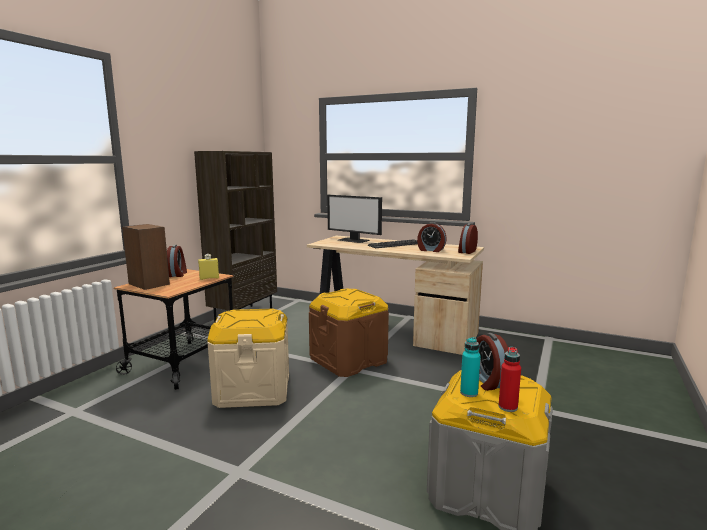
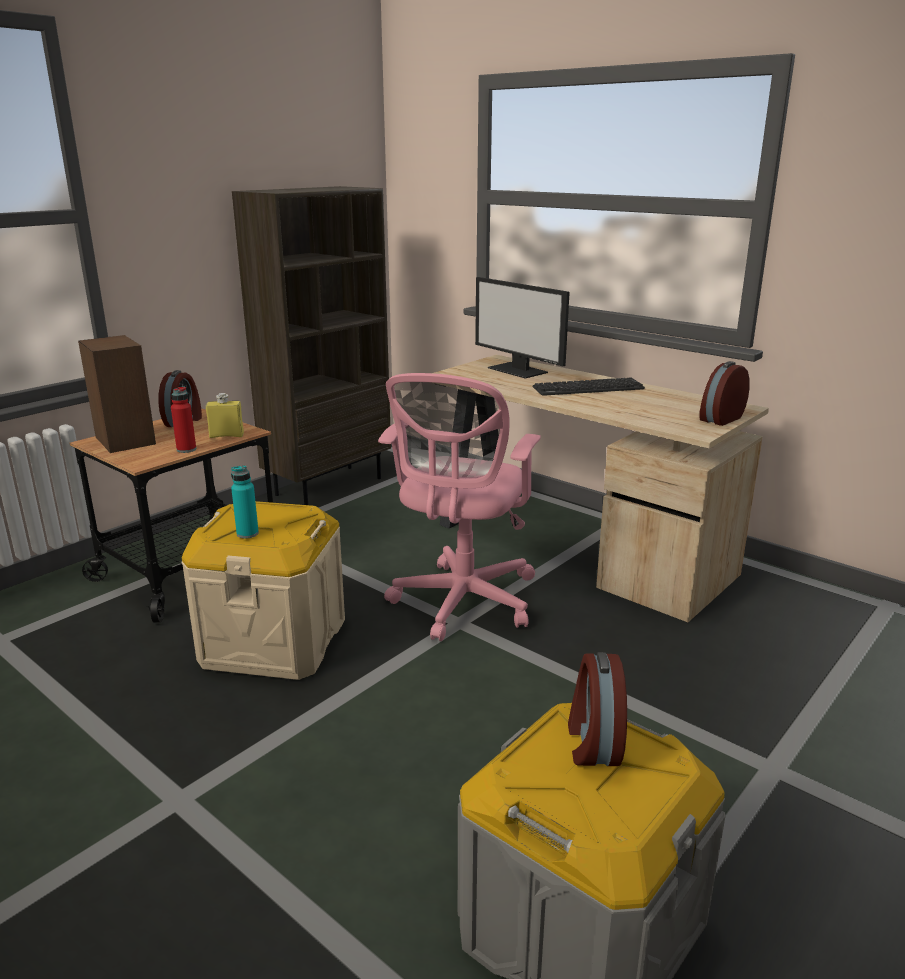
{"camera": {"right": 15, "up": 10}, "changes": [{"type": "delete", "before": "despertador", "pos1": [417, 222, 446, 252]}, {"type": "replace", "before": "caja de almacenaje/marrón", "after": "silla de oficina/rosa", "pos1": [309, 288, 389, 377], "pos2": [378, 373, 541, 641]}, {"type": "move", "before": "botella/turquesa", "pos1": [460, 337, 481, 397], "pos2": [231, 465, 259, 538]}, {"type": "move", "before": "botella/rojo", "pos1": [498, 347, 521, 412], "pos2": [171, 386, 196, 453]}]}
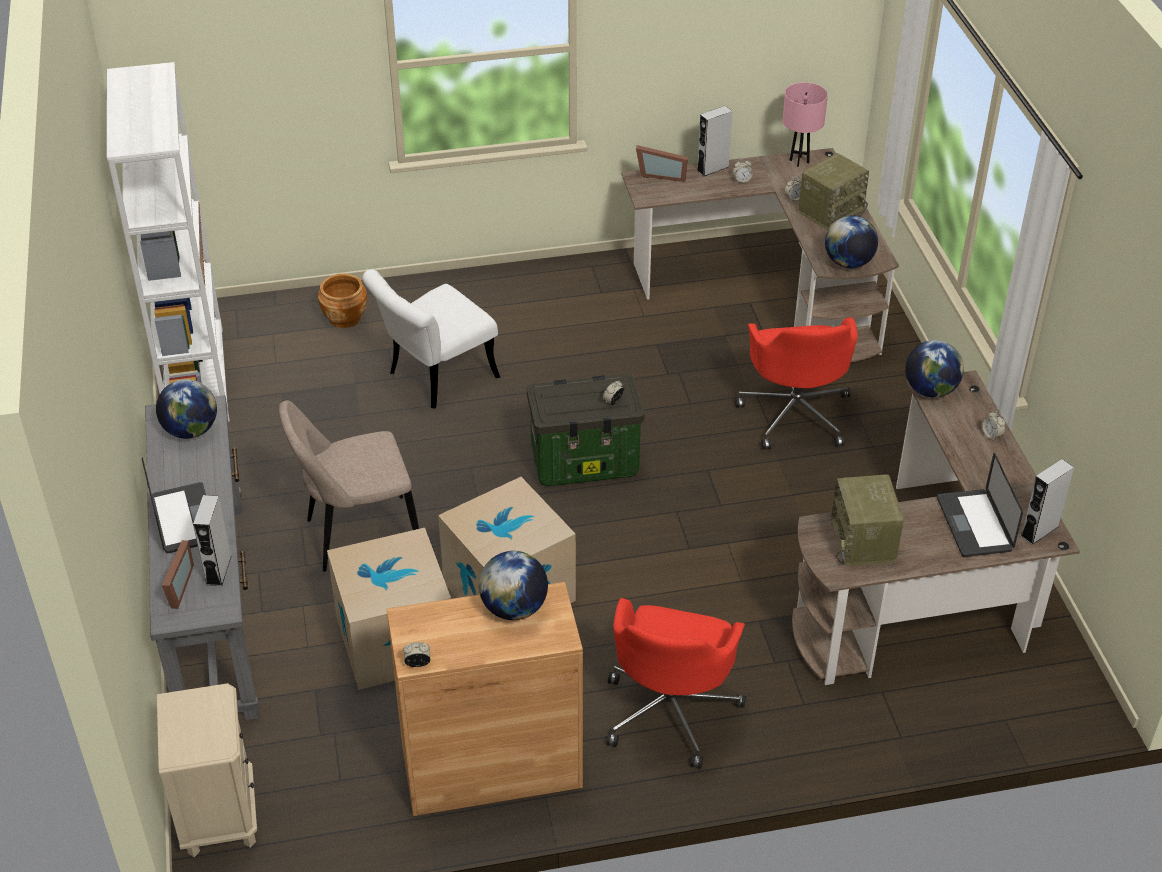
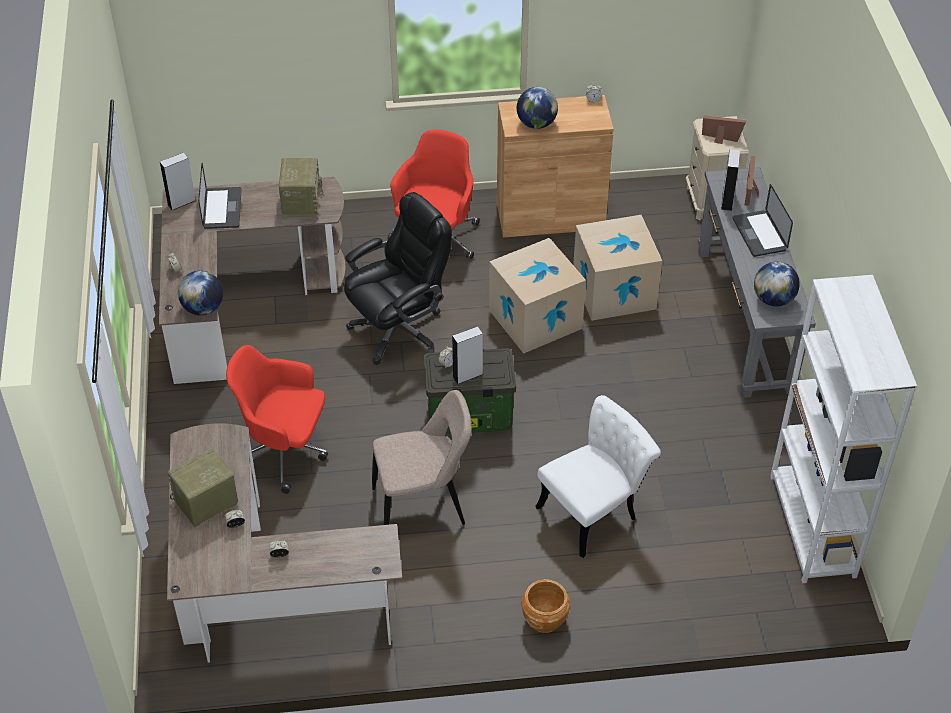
{"camera": {"right": -175, "up": 5}, "changes": [{"type": "delete", "before": "lámpara de mesa/rosa", "pos1": [783, 82, 828, 167]}, {"type": "move", "before": "altavoz/gris", "pos1": [697, 106, 733, 176], "pos2": [452, 326, 483, 385]}, {"type": "move", "before": "portarretratos", "pos1": [636, 145, 688, 182], "pos2": [702, 116, 747, 144]}, {"type": "delete", "before": "globo terráqueo", "pos1": [825, 215, 878, 268]}, {"type": "move", "before": "maceta/marrón", "pos1": [318, 274, 367, 328], "pos2": [521, 579, 570, 633]}, {"type": "rotate", "before": "silla de oficina/rojo", "pos1": [735, 317, 858, 449], "pos2": [226, 345, 328, 494], "turn": -75}, {"type": "move", "before": "silla/beis", "pos1": [279, 400, 419, 572], "pos2": [372, 390, 472, 525]}, {"type": "insert", "after": "silla de oficina/negro", "pos2": [344, 192, 452, 365]}]}
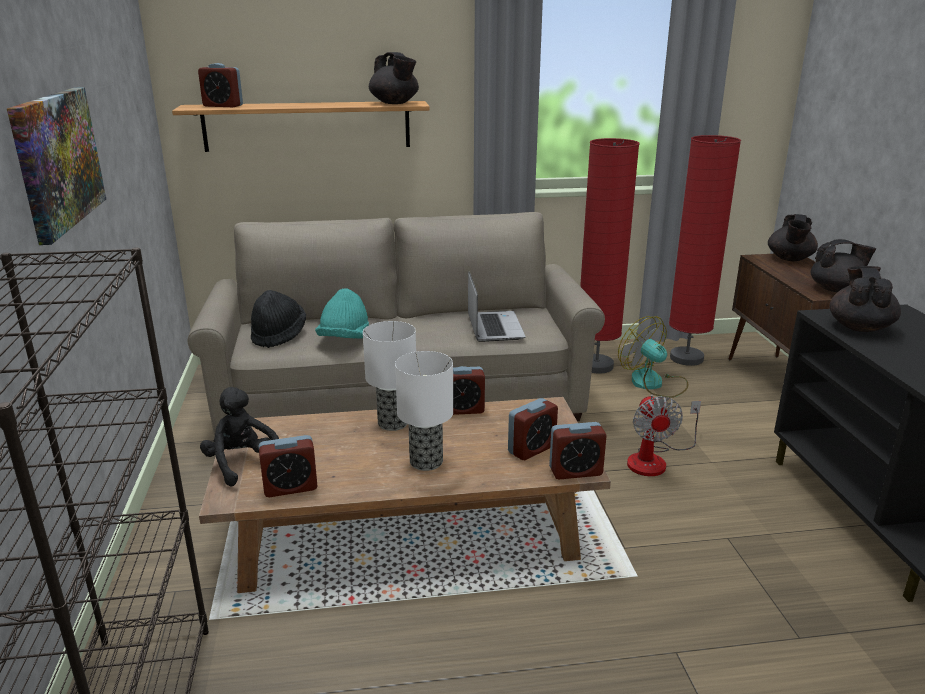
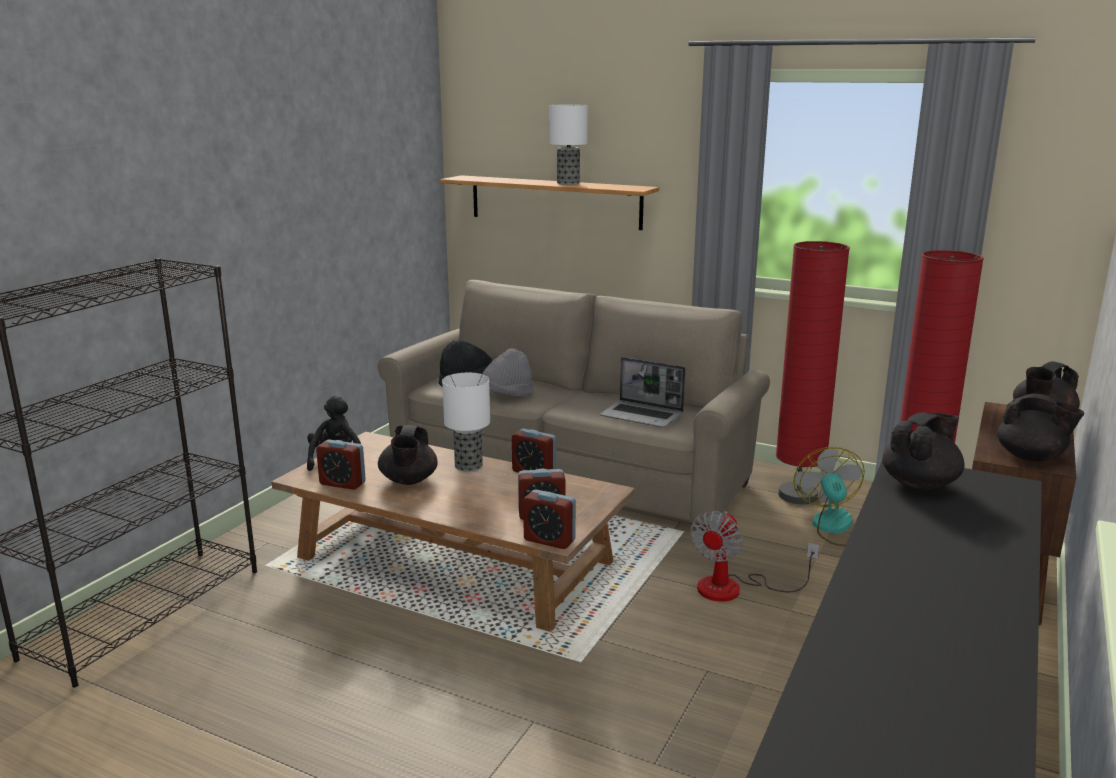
{"camera": {"right": 35, "up": -5}, "changes": [{"type": "move", "before": "tetera/negro", "pos1": [369, 52, 419, 104], "pos2": [378, 425, 438, 485]}, {"type": "delete", "before": "despertador", "pos1": [198, 63, 243, 107]}, {"type": "delete", "before": "cuadro", "pos1": [7, 87, 106, 245]}, {"type": "rotate", "before": "portátil", "pos1": [468, 272, 526, 342], "pos2": [600, 357, 686, 428], "turn": 90}, {"type": "recolor", "before": "sombrero/turquesa", "after": "sombrero/gris", "pos1": [315, 288, 369, 339], "pos2": [483, 349, 534, 397]}, {"type": "move", "before": "lámpara de mesa", "pos1": [395, 351, 453, 471], "pos2": [550, 105, 588, 185]}]}
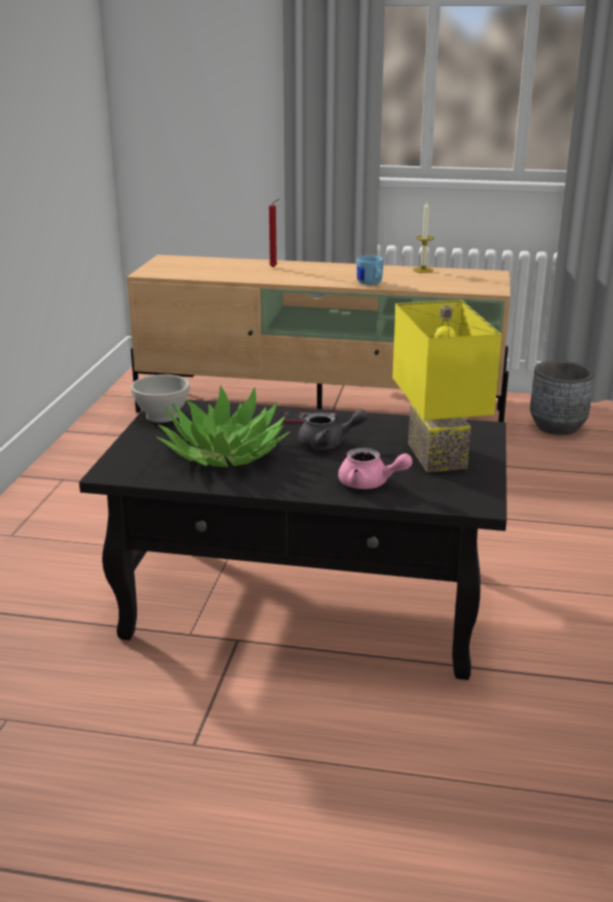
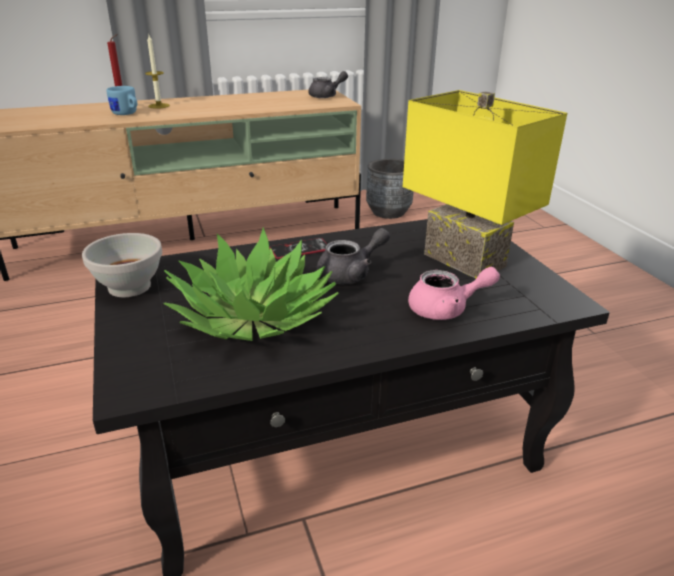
{"camera": {"right": -30, "up": 5}, "changes": [{"type": "move", "before": "vela", "pos1": [413, 202, 434, 273], "pos2": [145, 35, 170, 109]}, {"type": "move", "before": "taza grande/azul", "pos1": [357, 255, 384, 285], "pos2": [106, 86, 137, 115]}, {"type": "insert", "after": "tetera/gris", "pos2": [308, 71, 348, 98]}]}
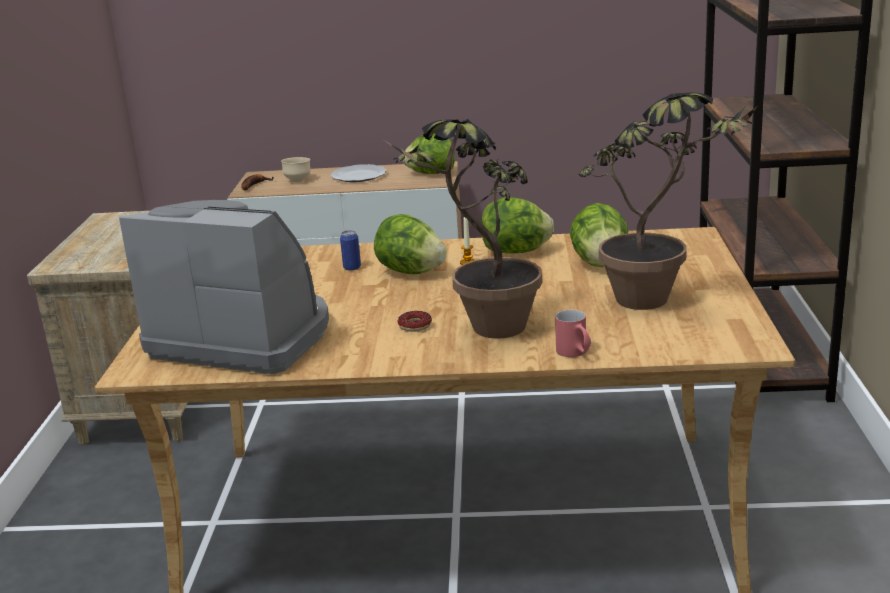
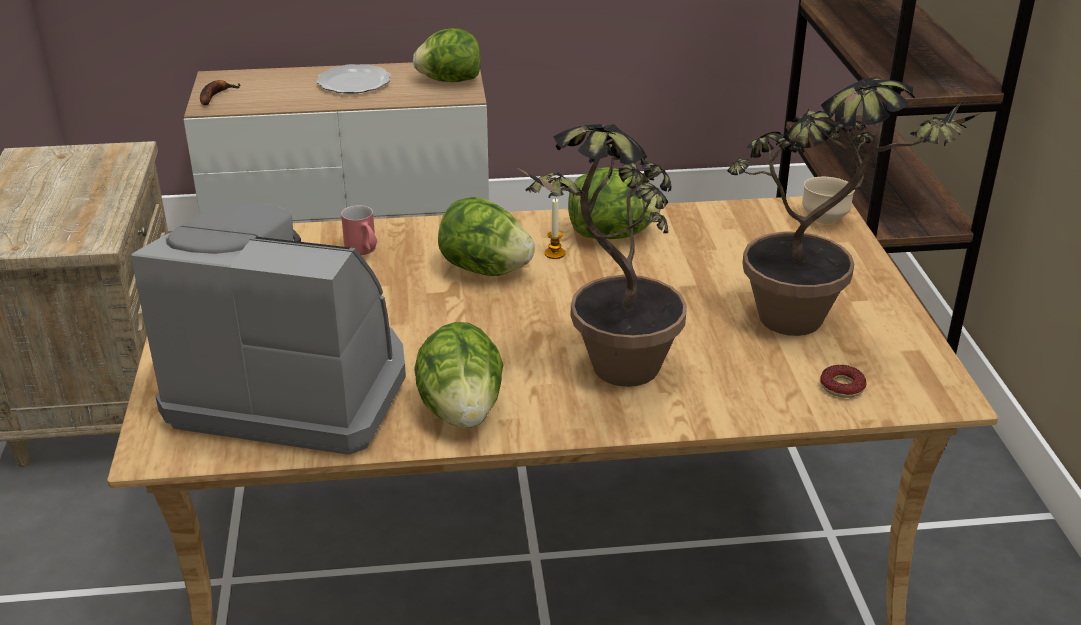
{"camera": {"right": -10, "up": 10}, "changes": [{"type": "move", "before": "cuenco/beis", "pos1": [281, 157, 310, 182], "pos2": [802, 177, 855, 224]}, {"type": "move", "before": "lechuga", "pos1": [570, 203, 628, 267], "pos2": [414, 322, 503, 428]}, {"type": "delete", "before": "lata", "pos1": [340, 230, 361, 271]}, {"type": "move", "before": "taza grande/rojo", "pos1": [555, 309, 591, 357], "pos2": [341, 205, 377, 255]}, {"type": "move", "before": "rosquilla", "pos1": [397, 311, 432, 332], "pos2": [820, 365, 867, 398]}]}
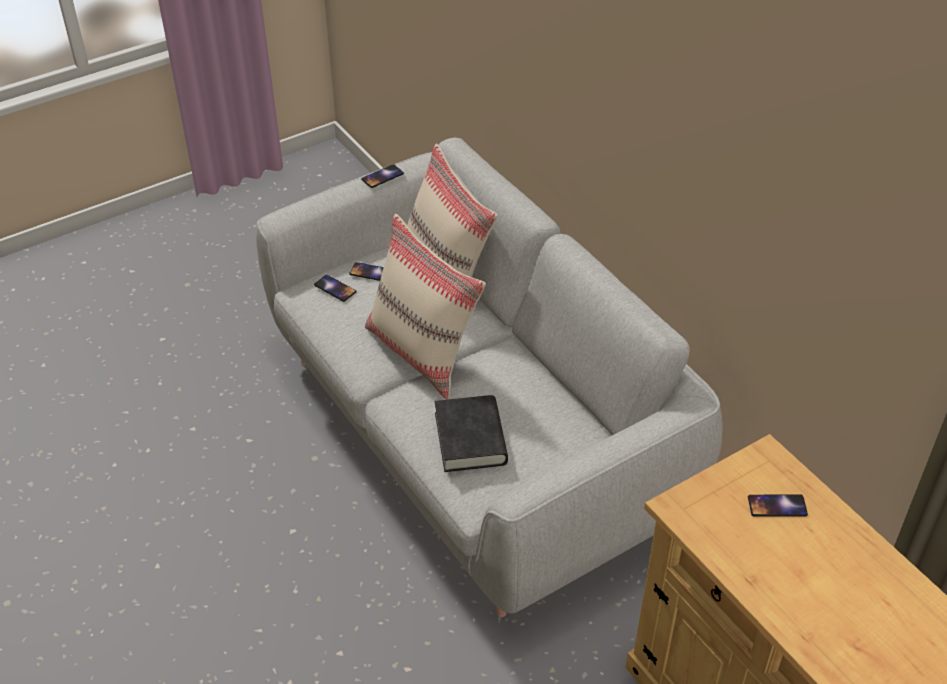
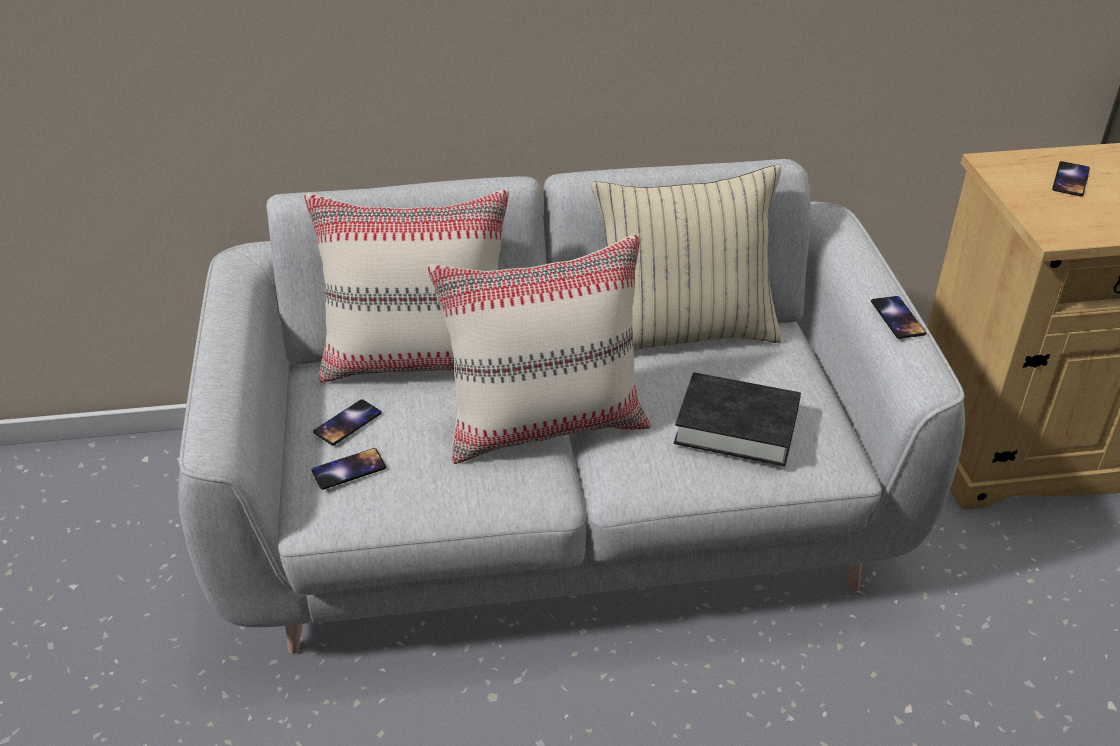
{"camera": {"right": -65, "up": -5}, "changes": [{"type": "move", "before": "móvil", "pos1": [361, 164, 404, 188], "pos2": [871, 296, 926, 339]}, {"type": "insert", "after": "cojín/beis", "pos2": [591, 165, 782, 350]}]}
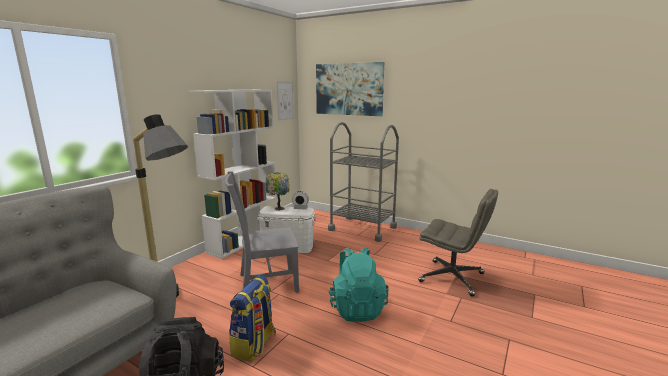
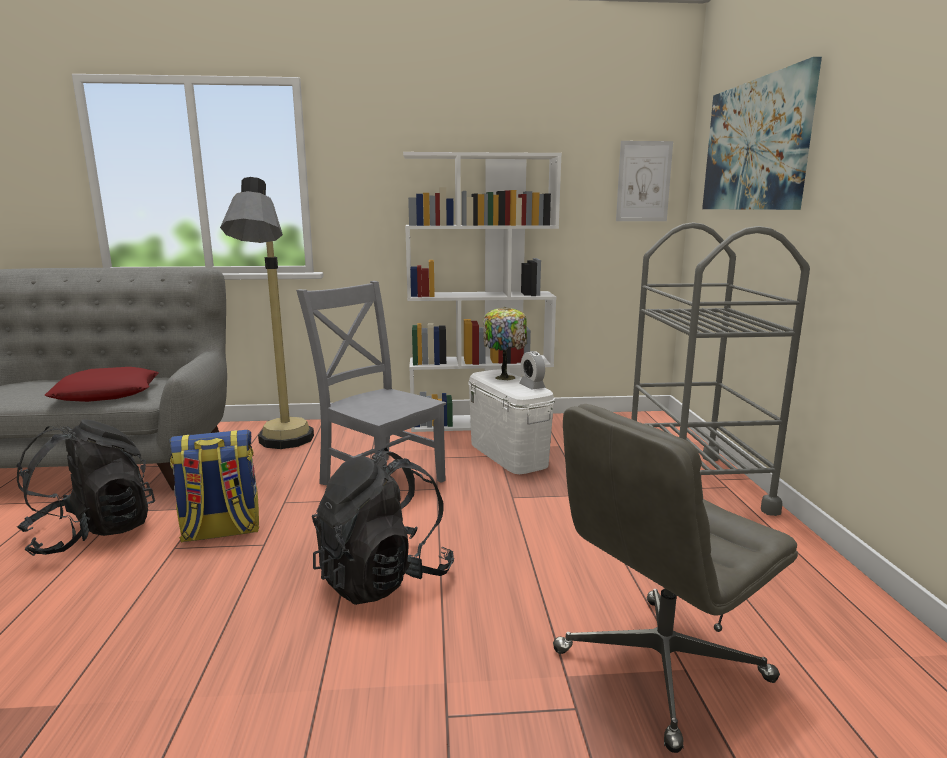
{"camera": {"right": 55, "up": 0}, "changes": [{"type": "rotate", "before": "silla de oficina/gris", "pos1": [418, 189, 498, 296], "pos2": [553, 404, 798, 753], "turn": 60}, {"type": "recolor", "before": "mochila/turquesa", "after": "mochila/negro", "pos1": [328, 247, 389, 322], "pos2": [312, 448, 454, 605]}, {"type": "insert", "after": "cojín/rojo", "pos2": [44, 367, 159, 402]}]}
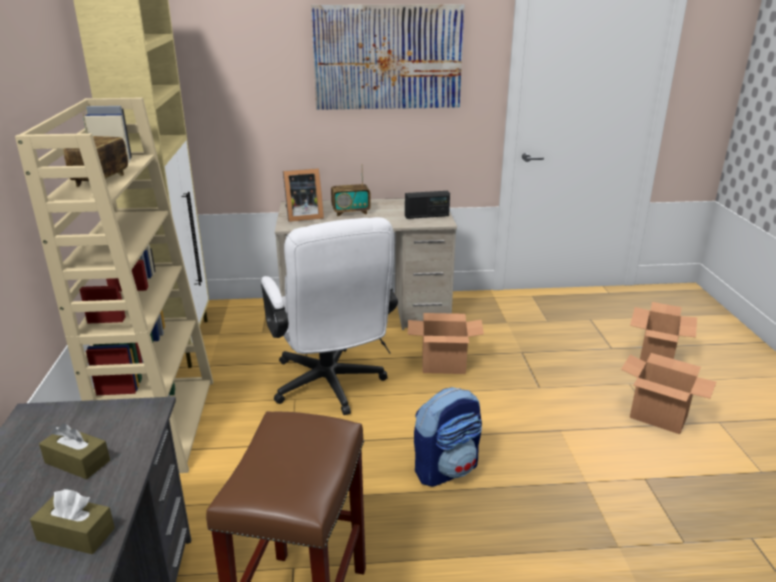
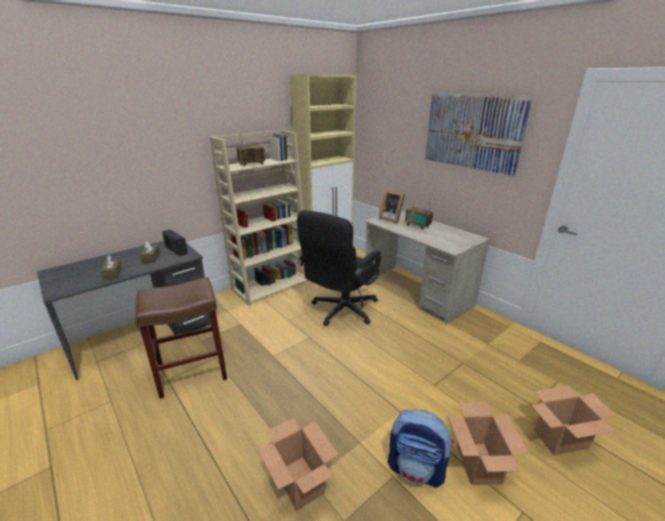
{"camera": {"right": 55, "up": 0}, "changes": [{"type": "move", "before": "radio", "pos1": [405, 191, 450, 219], "pos2": [162, 229, 188, 256]}, {"type": "recolor", "before": "silla de oficina/blanco", "after": "silla de oficina/negro", "pos1": [261, 217, 398, 415], "pos2": [297, 210, 381, 326]}, {"type": "move", "before": "caja de cartón", "pos1": [408, 313, 484, 374], "pos2": [258, 418, 339, 511]}, {"type": "move", "before": "mochila", "pos1": [414, 387, 482, 487], "pos2": [388, 410, 454, 488]}]}
